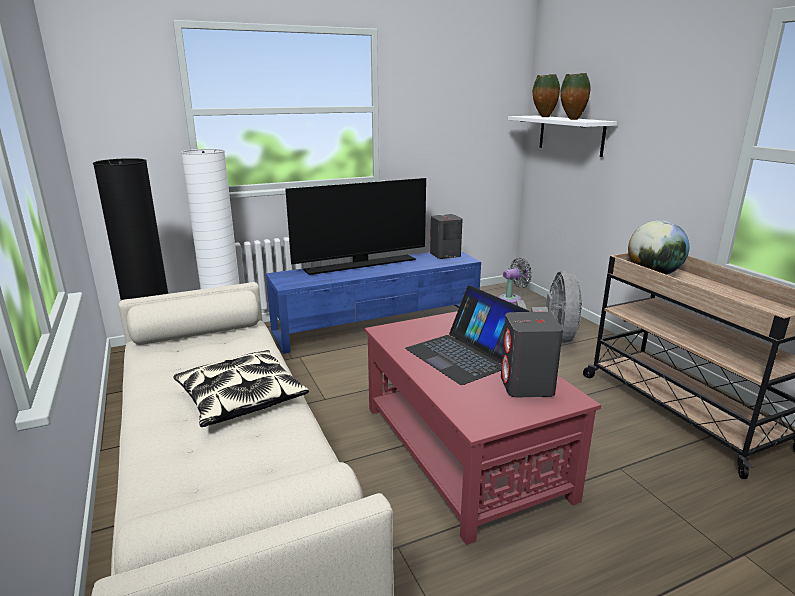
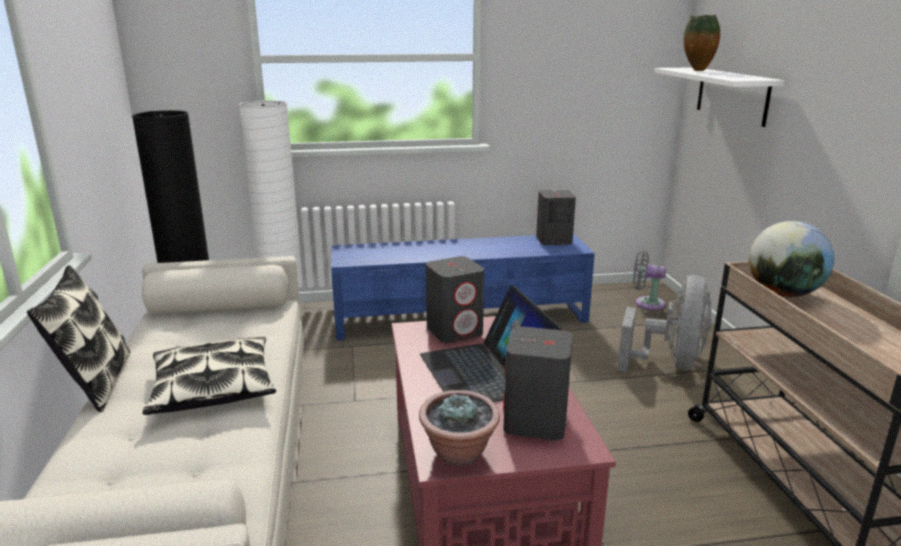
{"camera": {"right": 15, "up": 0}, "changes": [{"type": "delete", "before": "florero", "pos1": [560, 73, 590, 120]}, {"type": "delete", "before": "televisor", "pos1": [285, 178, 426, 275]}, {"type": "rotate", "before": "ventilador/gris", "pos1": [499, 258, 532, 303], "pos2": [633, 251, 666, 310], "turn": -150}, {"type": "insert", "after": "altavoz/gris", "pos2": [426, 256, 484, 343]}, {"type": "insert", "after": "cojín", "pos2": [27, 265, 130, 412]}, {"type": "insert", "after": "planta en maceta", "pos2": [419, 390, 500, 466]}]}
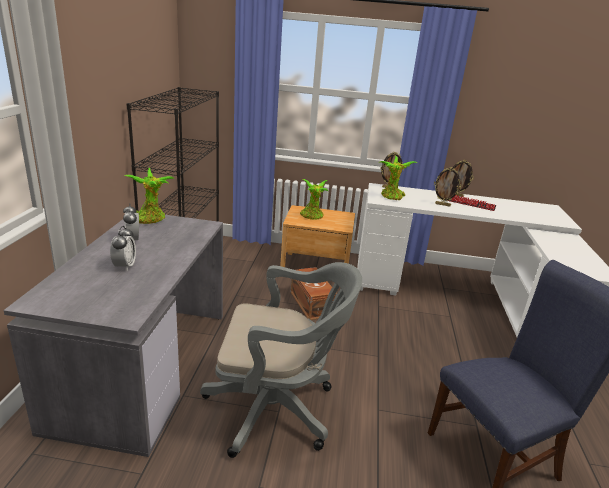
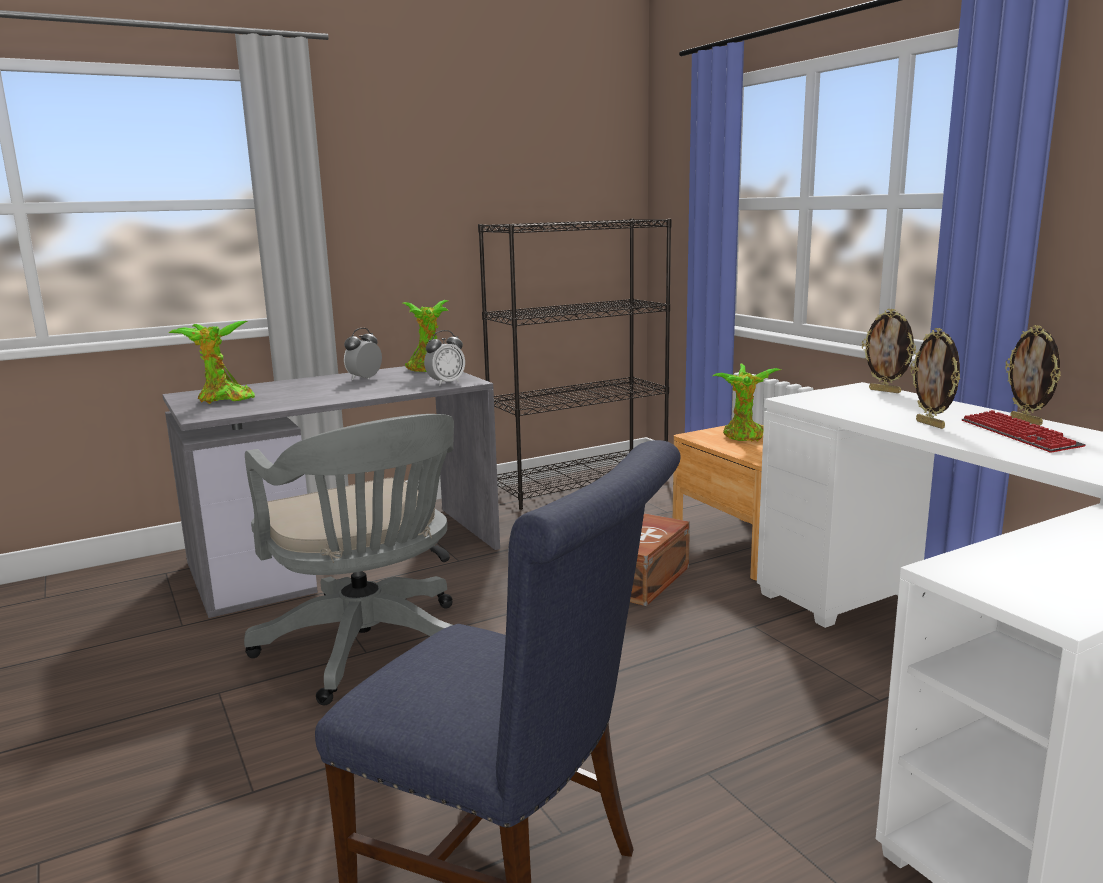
{"camera": {"right": 55, "up": -10}, "changes": [{"type": "move", "before": "planta en maceta", "pos1": [380, 156, 417, 200], "pos2": [169, 321, 255, 404]}, {"type": "move", "before": "despertador", "pos1": [110, 226, 136, 271], "pos2": [424, 330, 465, 386]}]}
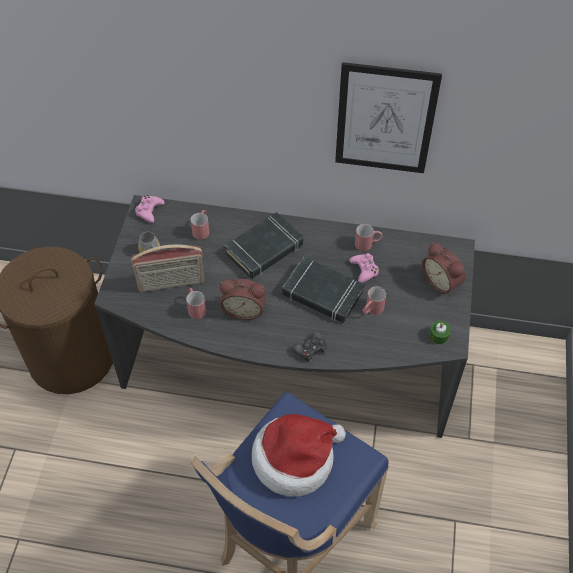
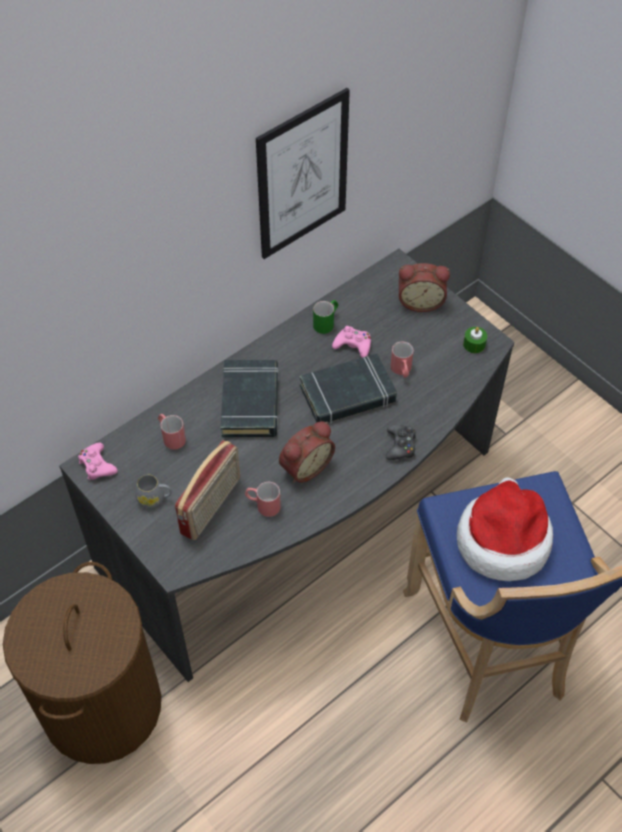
{"camera": {"right": -50, "up": 0}, "changes": [{"type": "recolor", "before": "taza grande/rojo", "after": "taza grande/verde", "pos1": [355, 224, 383, 251], "pos2": [313, 300, 338, 334]}]}
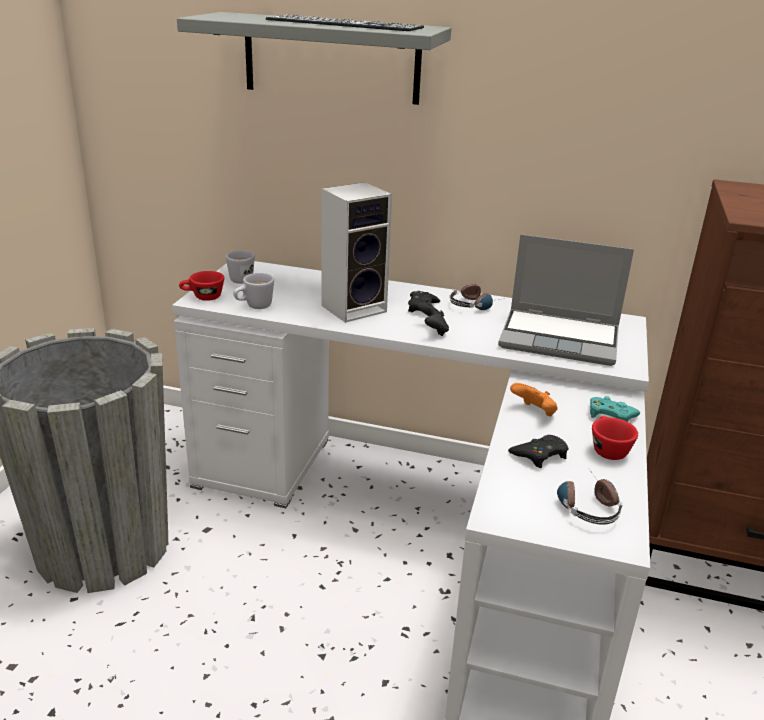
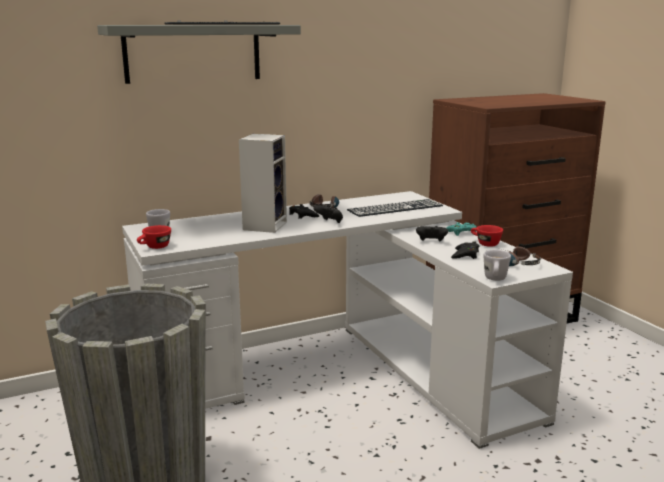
{"camera": {"right": -40, "up": -10}, "changes": [{"type": "replace", "before": "portátil", "after": "teclado", "pos1": [498, 234, 634, 366], "pos2": [347, 199, 443, 217]}, {"type": "move", "before": "taza grande/blanco", "pos1": [233, 273, 274, 309], "pos2": [484, 250, 511, 281]}, {"type": "recolor", "before": "mando de consola/naranja", "after": "mando de consola/negro", "pos1": [510, 383, 558, 417], "pos2": [416, 226, 448, 241]}]}
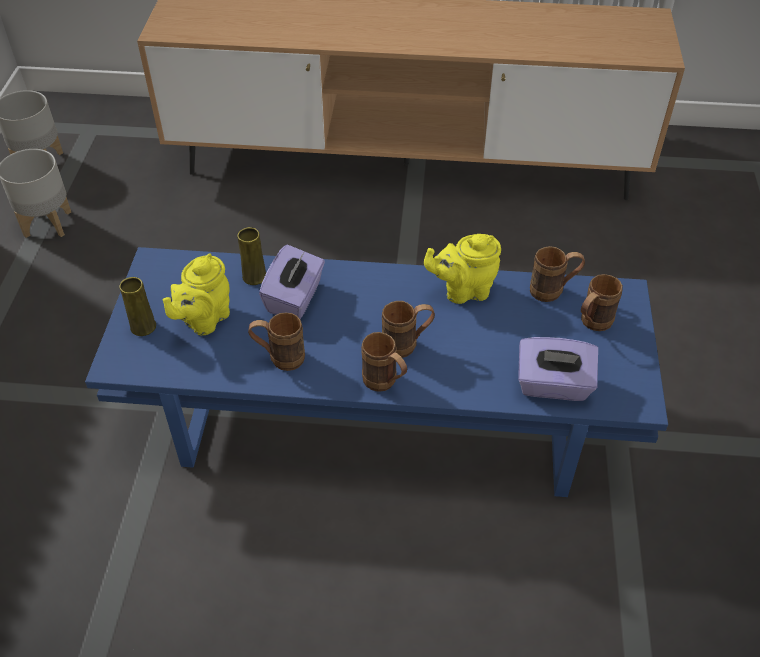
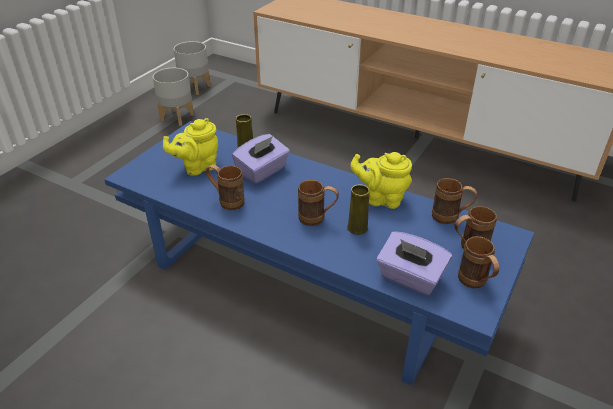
{"camera": {"right": 25, "up": -10}, "changes": [{"type": "move", "before": "florero/amarillo", "pos1": [119, 277, 156, 336], "pos2": [347, 184, 370, 235]}, {"type": "move", "before": "taza grande/marrón", "pos1": [361, 332, 407, 392], "pos2": [458, 236, 500, 288]}]}
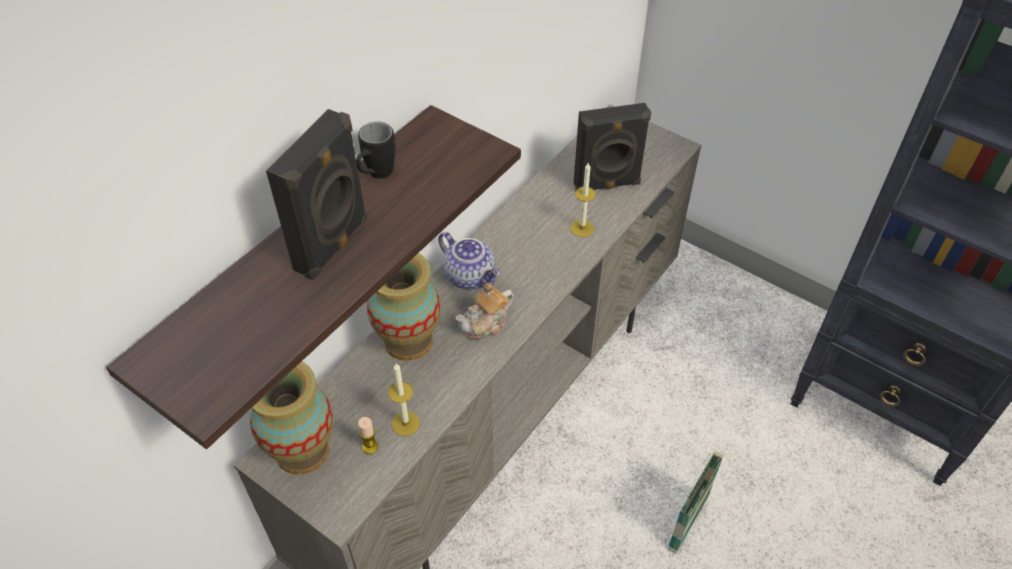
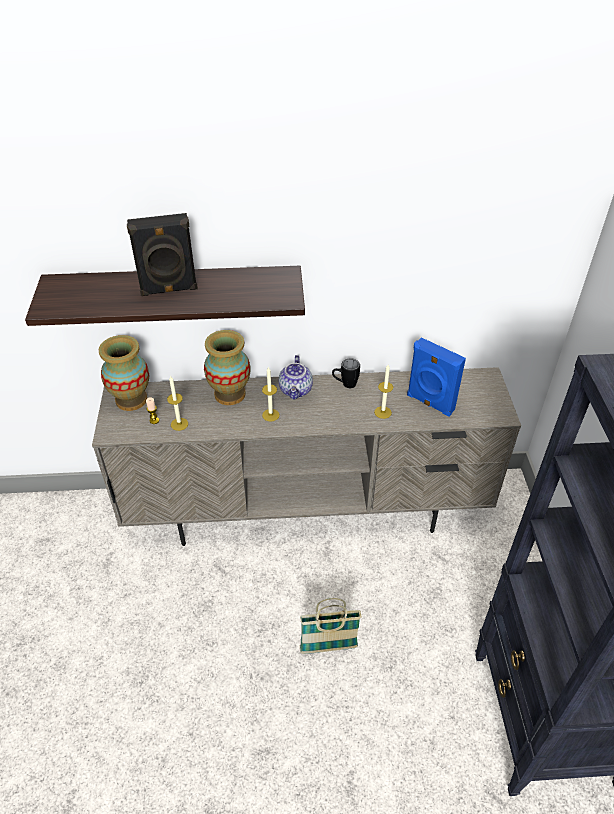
{"camera": {"right": 50, "up": -5}, "changes": [{"type": "recolor", "before": "altavoz/negro", "after": "altavoz/azul", "pos1": [574, 103, 651, 191], "pos2": [407, 337, 466, 417]}, {"type": "move", "before": "taza grande/negro", "pos1": [356, 122, 396, 179], "pos2": [332, 358, 360, 388]}, {"type": "replace", "before": "tetera", "after": "vela", "pos1": [455, 283, 514, 340], "pos2": [262, 367, 280, 422]}]}
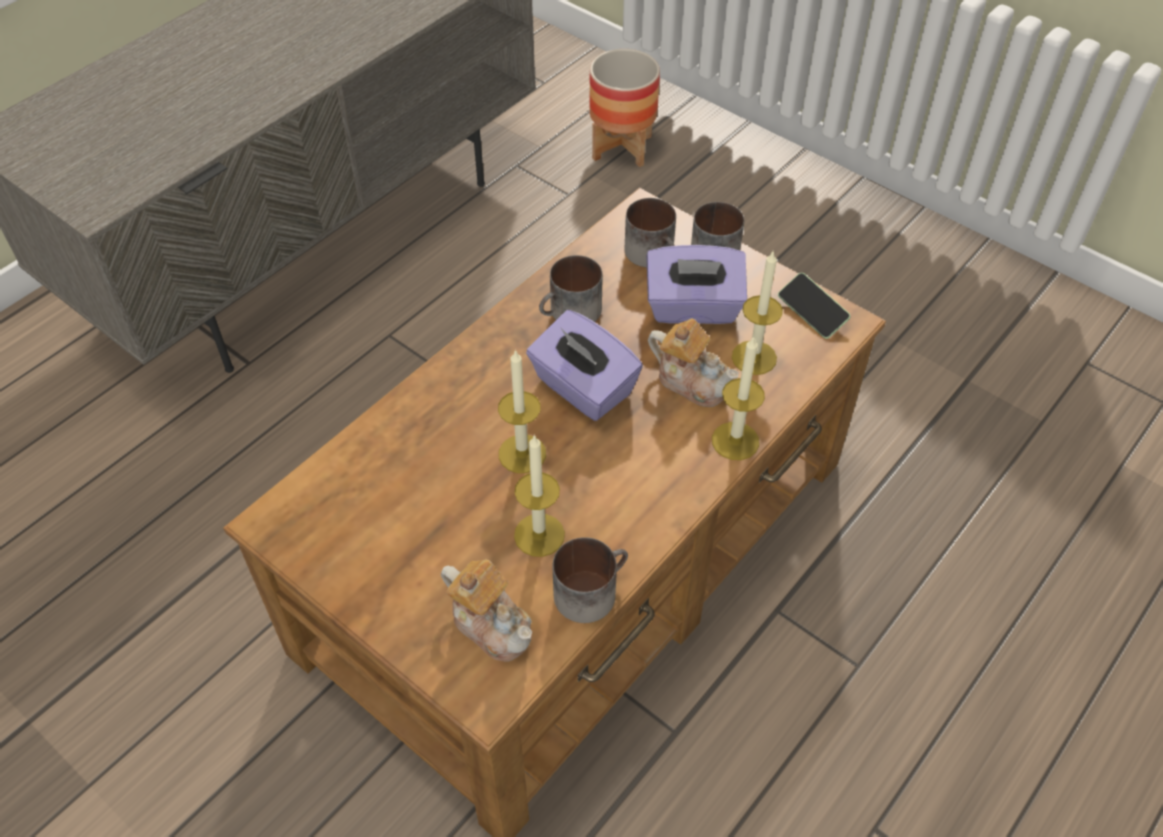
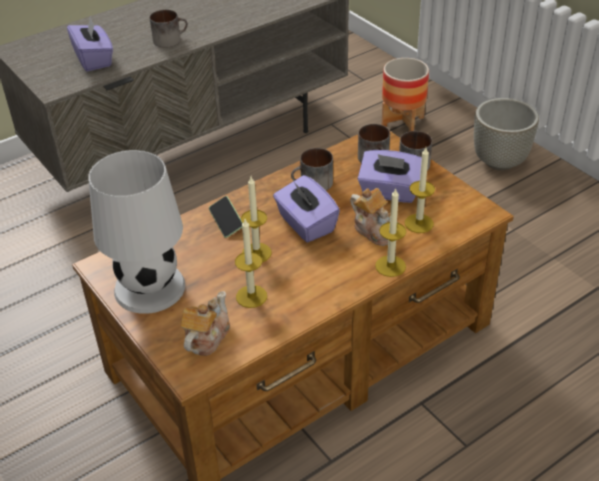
{"camera": {"right": 15, "up": -10}, "changes": [{"type": "move", "before": "móvil", "pos1": [778, 273, 851, 339], "pos2": [209, 196, 243, 238]}, {"type": "move", "before": "taza grande", "pos1": [552, 537, 628, 623], "pos2": [150, 10, 188, 48]}, {"type": "rotate", "before": "tetera", "pos1": [441, 559, 532, 662], "pos2": [181, 291, 230, 356], "turn": -120}, {"type": "insert", "after": "caja de pañuelos/morado", "pos2": [67, 17, 113, 72]}, {"type": "insert", "after": "maceta/gris", "pos2": [474, 98, 539, 170]}, {"type": "insert", "after": "lámpara de mesa/blanco", "pos2": [89, 150, 185, 314]}]}
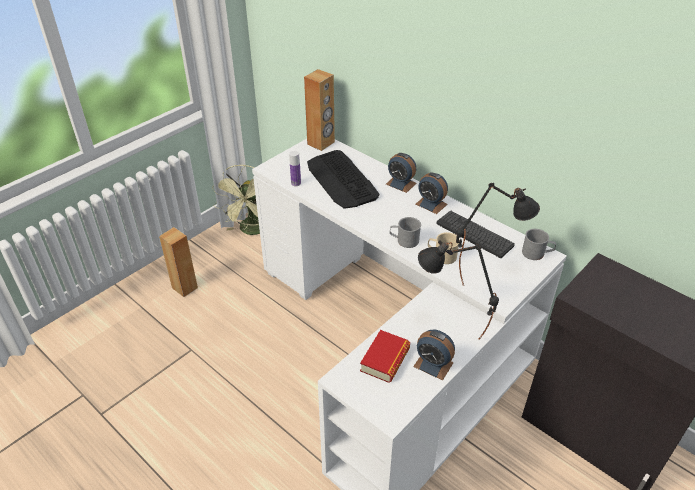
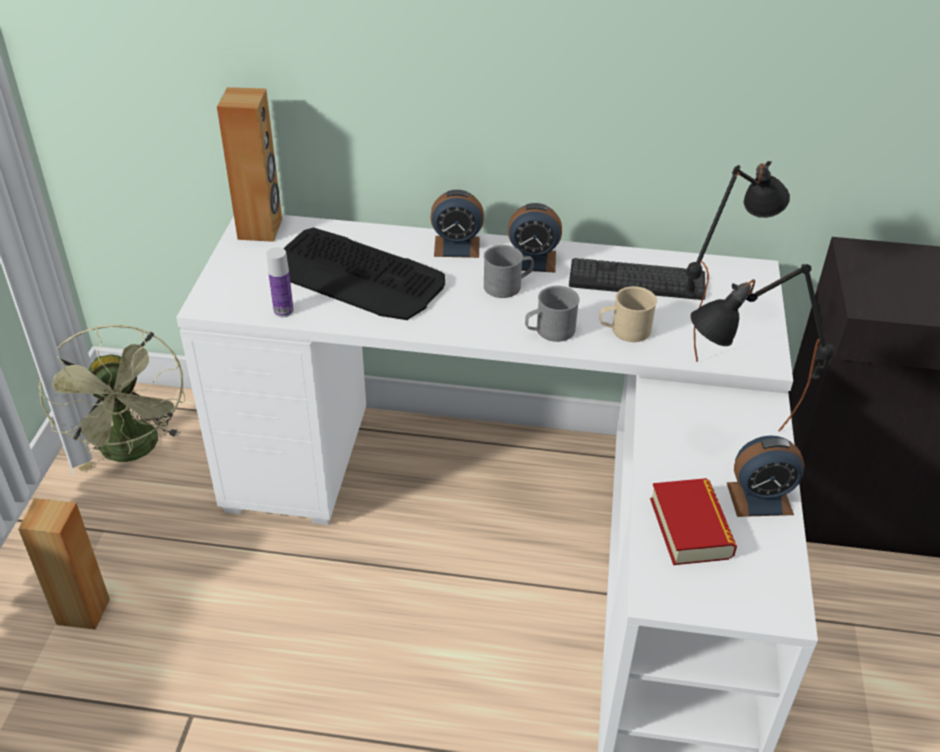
{"camera": {"right": -35, "up": 0}, "changes": [{"type": "move", "before": "taza grande/gris", "pos1": [522, 229, 556, 260], "pos2": [484, 245, 534, 298]}]}
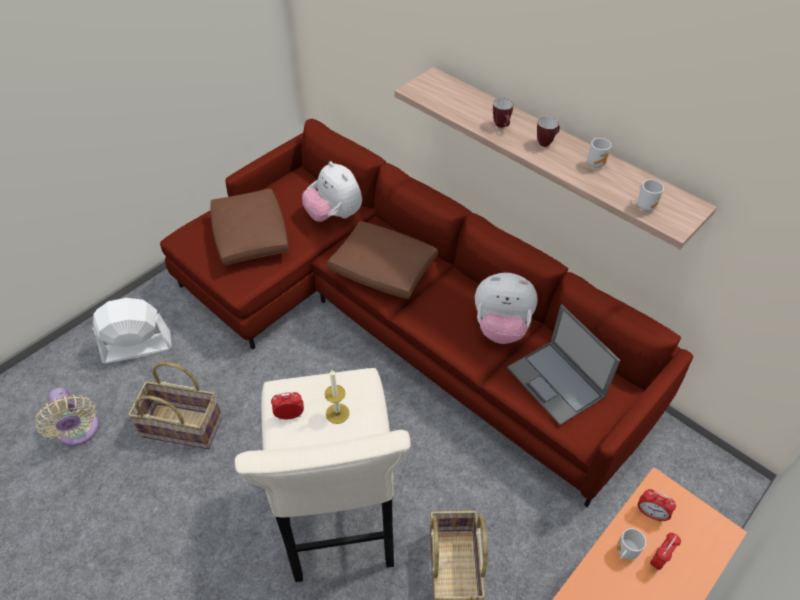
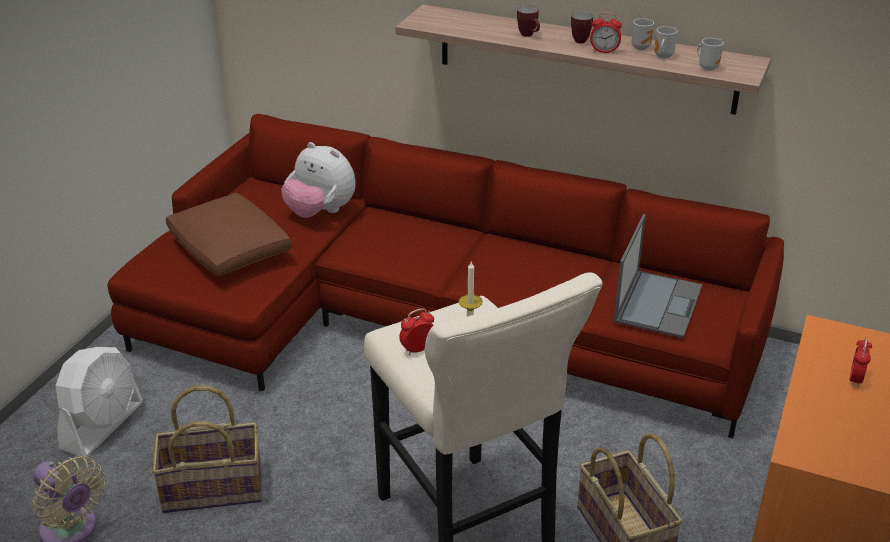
{"camera": {"right": -20, "up": -15}, "changes": [{"type": "delete", "before": "cojín/marrón", "pos1": [327, 221, 438, 299]}, {"type": "delete", "before": "peluche", "pos1": [475, 273, 538, 344]}, {"type": "rotate", "before": "ventilador/blanco", "pos1": [93, 298, 172, 363], "pos2": [55, 347, 143, 457], "turn": 150}, {"type": "rotate", "before": "portátil", "pos1": [507, 305, 620, 425], "pos2": [614, 214, 702, 338], "turn": -105}, {"type": "move", "before": "despertador", "pos1": [638, 489, 676, 522], "pos2": [590, 12, 622, 53]}, {"type": "move", "before": "taza grande", "pos1": [617, 528, 646, 560], "pos2": [654, 26, 678, 58]}]}
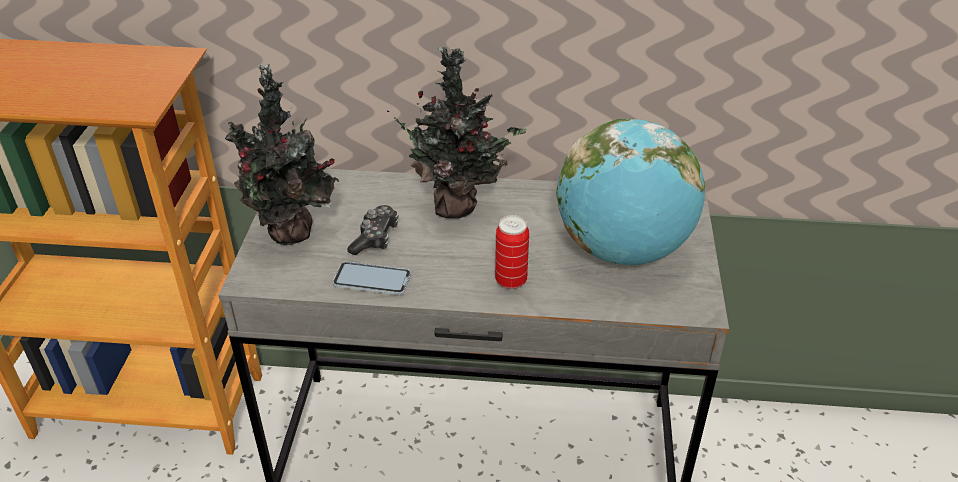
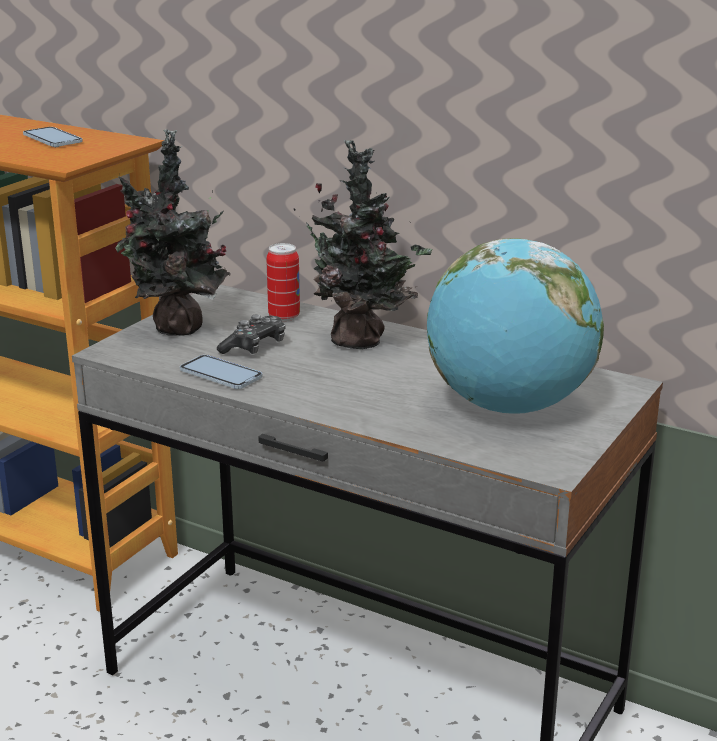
{"camera": {"right": 25, "up": -15}, "changes": [{"type": "move", "before": "lata", "pos1": [495, 215, 529, 289], "pos2": [266, 243, 300, 321]}, {"type": "insert", "after": "móvil", "pos2": [23, 127, 83, 147]}]}
